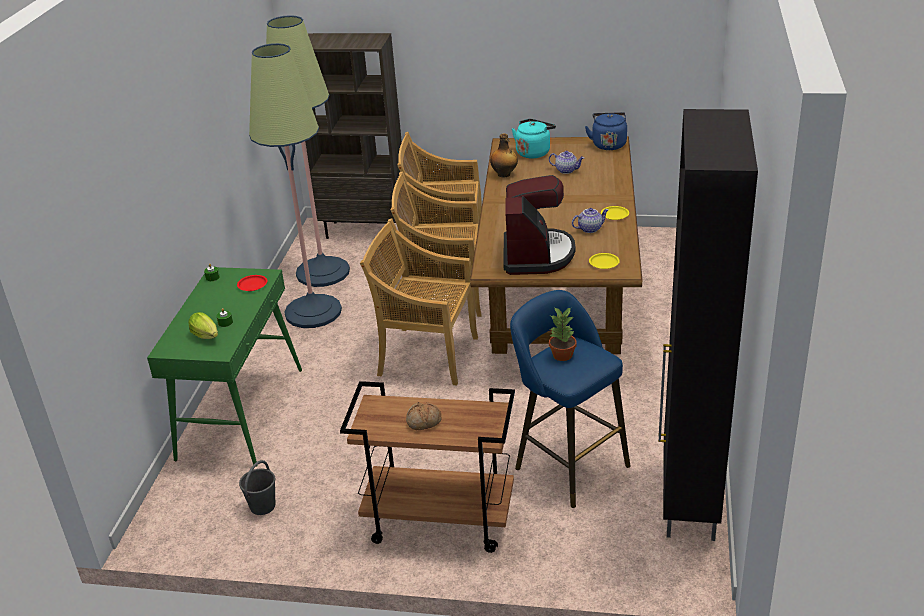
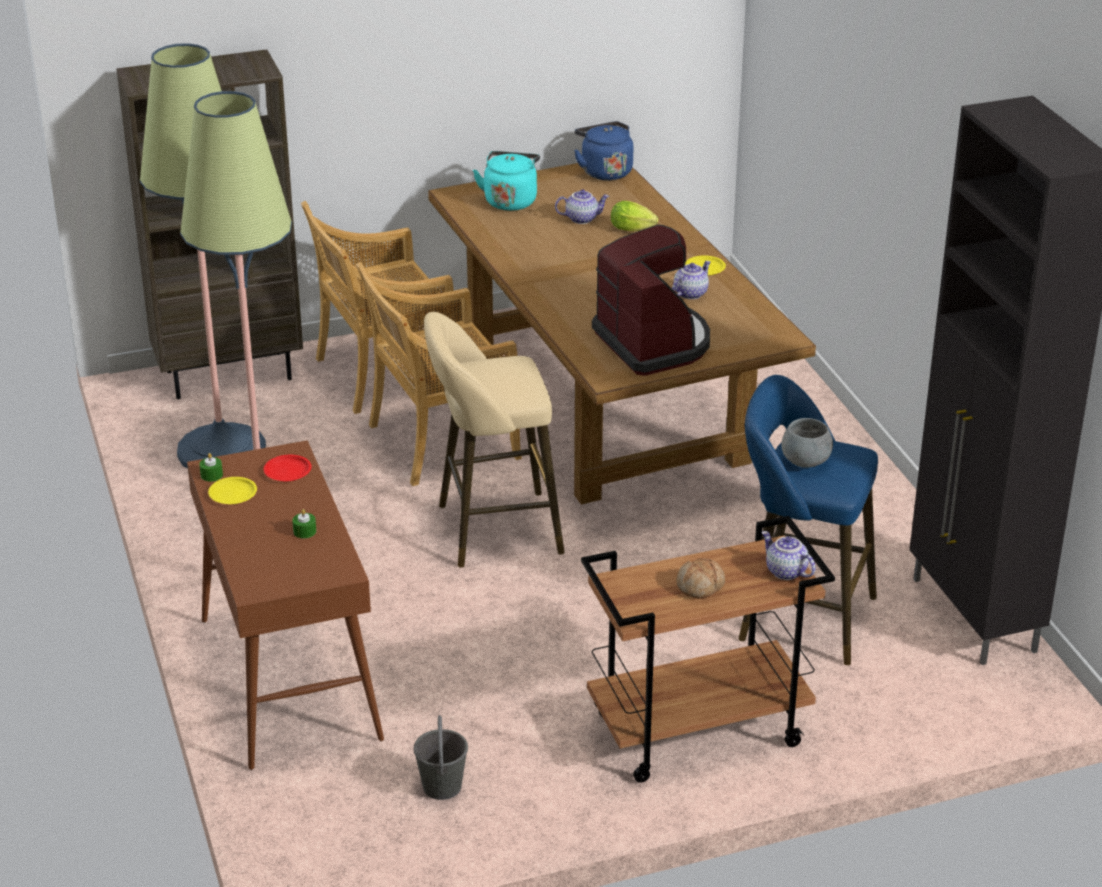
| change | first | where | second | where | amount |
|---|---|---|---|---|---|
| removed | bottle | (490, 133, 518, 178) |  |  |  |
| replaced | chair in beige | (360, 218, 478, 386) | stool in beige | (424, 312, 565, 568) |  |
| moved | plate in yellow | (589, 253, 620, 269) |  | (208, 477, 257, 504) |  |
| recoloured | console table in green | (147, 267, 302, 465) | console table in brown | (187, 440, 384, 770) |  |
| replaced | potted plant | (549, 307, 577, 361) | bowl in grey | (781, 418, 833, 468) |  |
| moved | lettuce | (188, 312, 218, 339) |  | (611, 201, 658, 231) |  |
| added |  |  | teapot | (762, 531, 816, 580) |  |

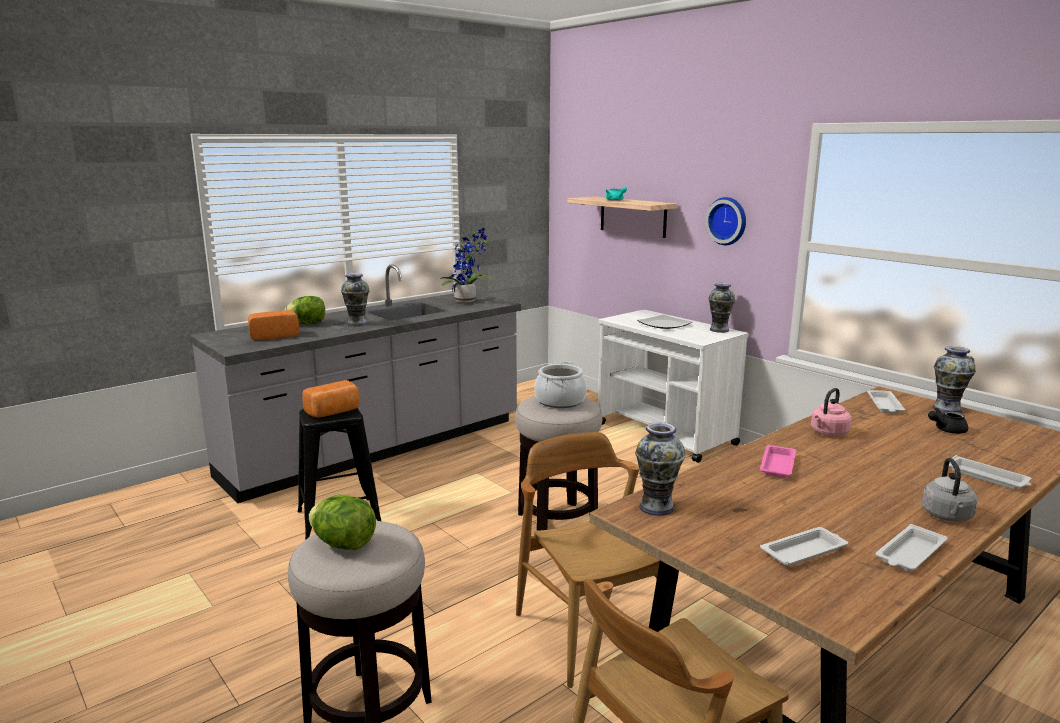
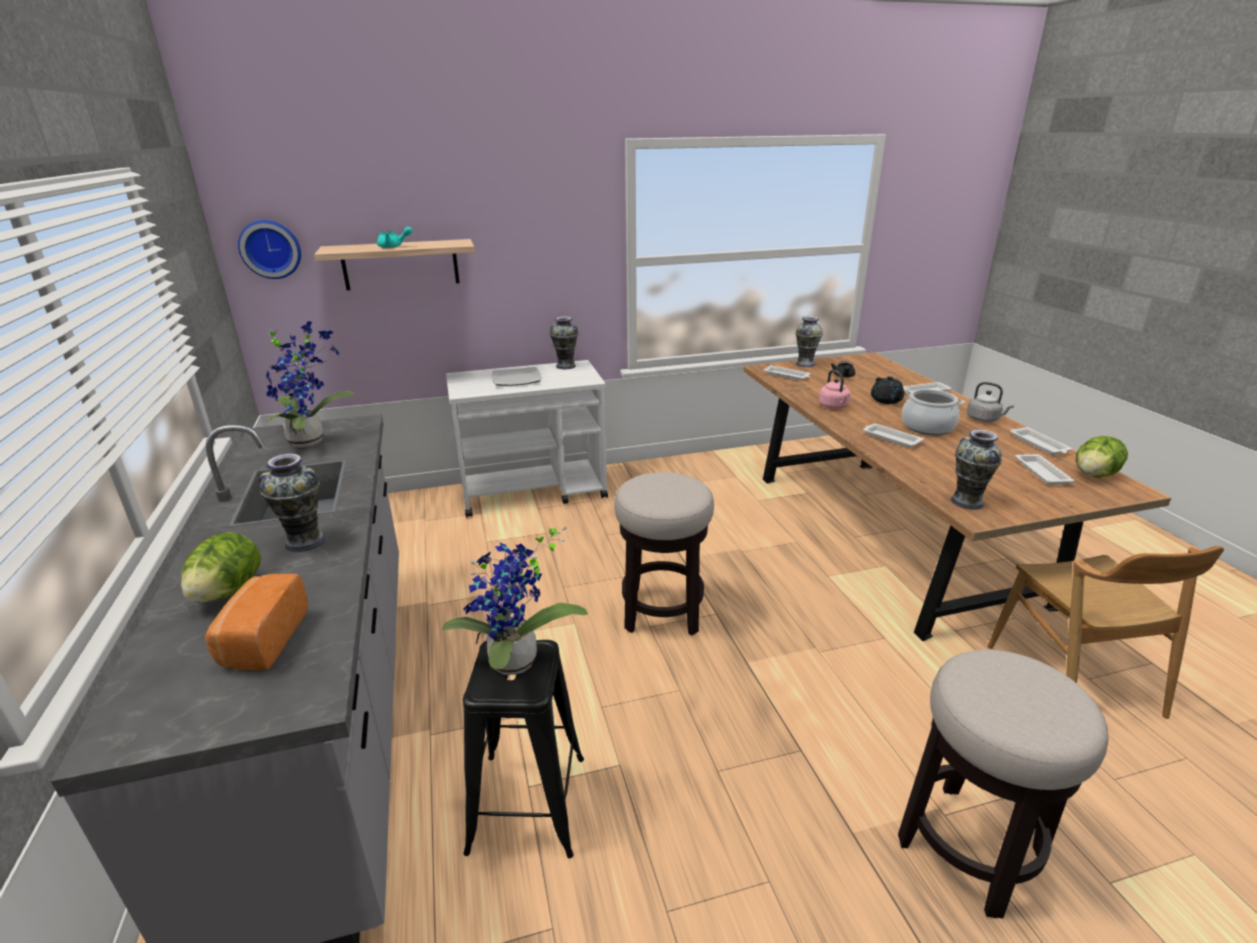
| change | first | where | second | where | amount |
|---|---|---|---|---|---|
| moved | wall clock | (705, 197, 746, 245) |  | (238, 220, 301, 279) |  |
| moved | cooking pot | (534, 361, 587, 408) |  | (902, 388, 965, 435) |  |
| replaced | bread | (302, 380, 360, 418) | potted plant | (442, 526, 588, 675) |  |
| removed | chair in brown | (516, 432, 670, 688) |  |  |  |
| recoloured | tray in pink | (760, 445, 796, 478) | tray in white | (863, 424, 924, 448) |  |
| moved | lettuce | (309, 494, 376, 550) |  | (1076, 436, 1128, 478) |  |
| added |  |  | teapot in black | (871, 376, 904, 404) |  |

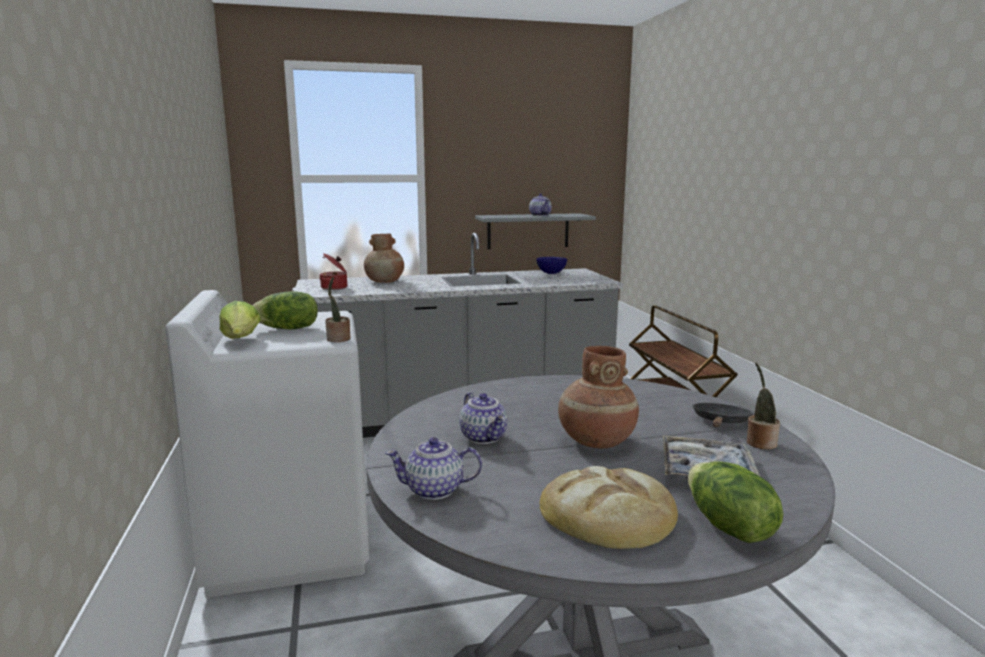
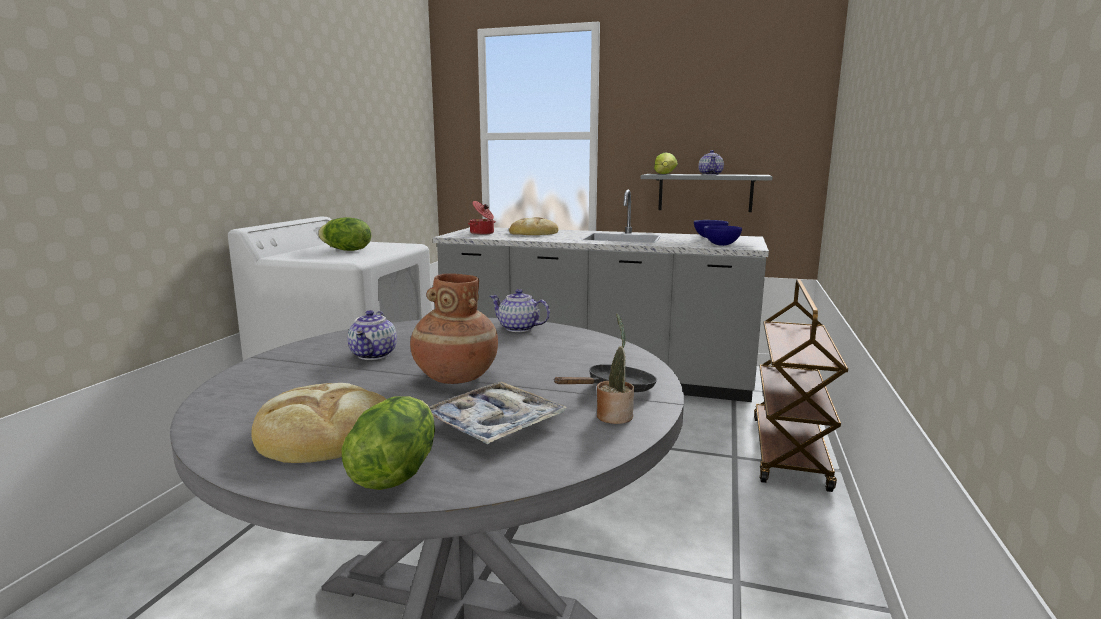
| change | first | where | second | where | amount |
|---|---|---|---|---|---|
| replaced | vase in brown | (364, 234, 404, 283) | bread | (509, 217, 558, 235) |  |
| removed | potted plant | (325, 277, 351, 342) |  |  |  |
| moved | lettuce | (219, 301, 261, 339) |  | (654, 152, 678, 174) |  |
| moved | teapot | (385, 437, 482, 500) |  | (490, 289, 550, 332) |  |
| added |  |  | bowl in blue | (704, 225, 742, 246) |  |

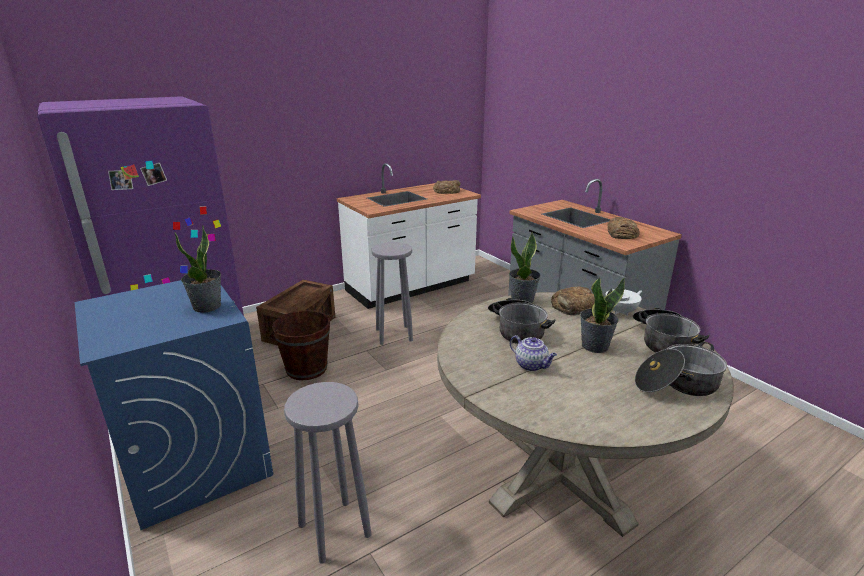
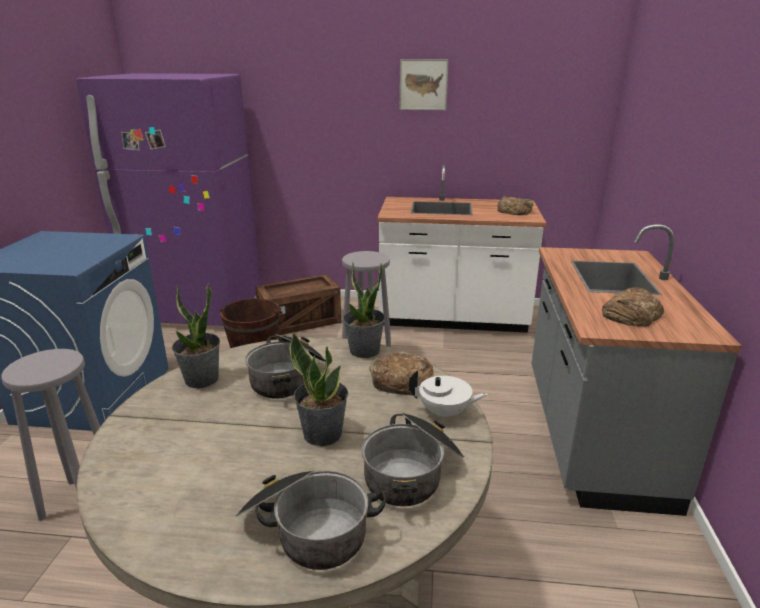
| change | first | where | second | where | amount |
|---|---|---|---|---|---|
| moved | potted plant | (174, 226, 221, 313) |  | (172, 283, 220, 388) |  |
| removed | teapot | (510, 335, 557, 371) |  |  |  |
| added |  |  | picture | (400, 59, 449, 110) |  |

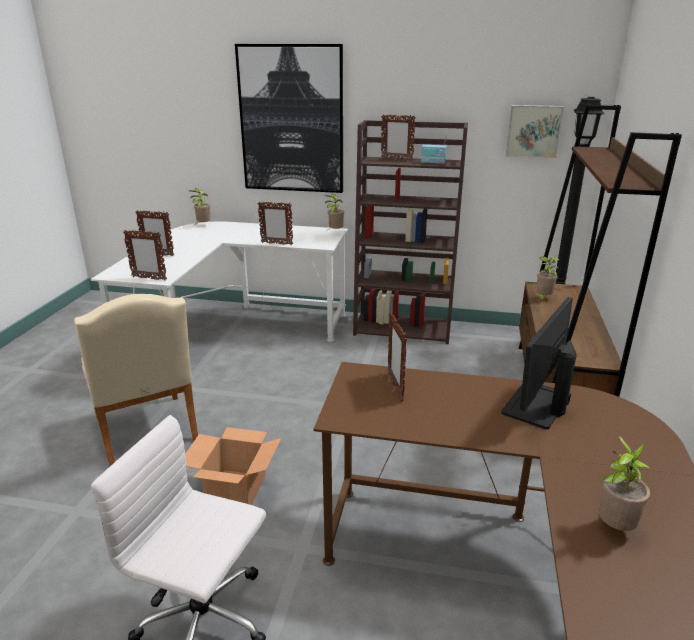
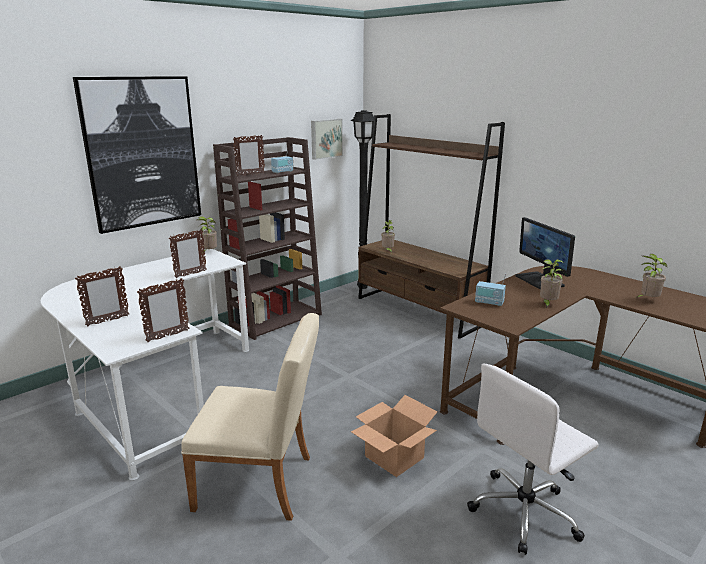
| change | first | where | second | where | amount |
|---|---|---|---|---|---|
| moved | potted plant | (190, 188, 211, 224) |  | (540, 259, 565, 308) |  |
| replaced | picture frame | (388, 311, 407, 401) | radio | (475, 274, 506, 306) |  |

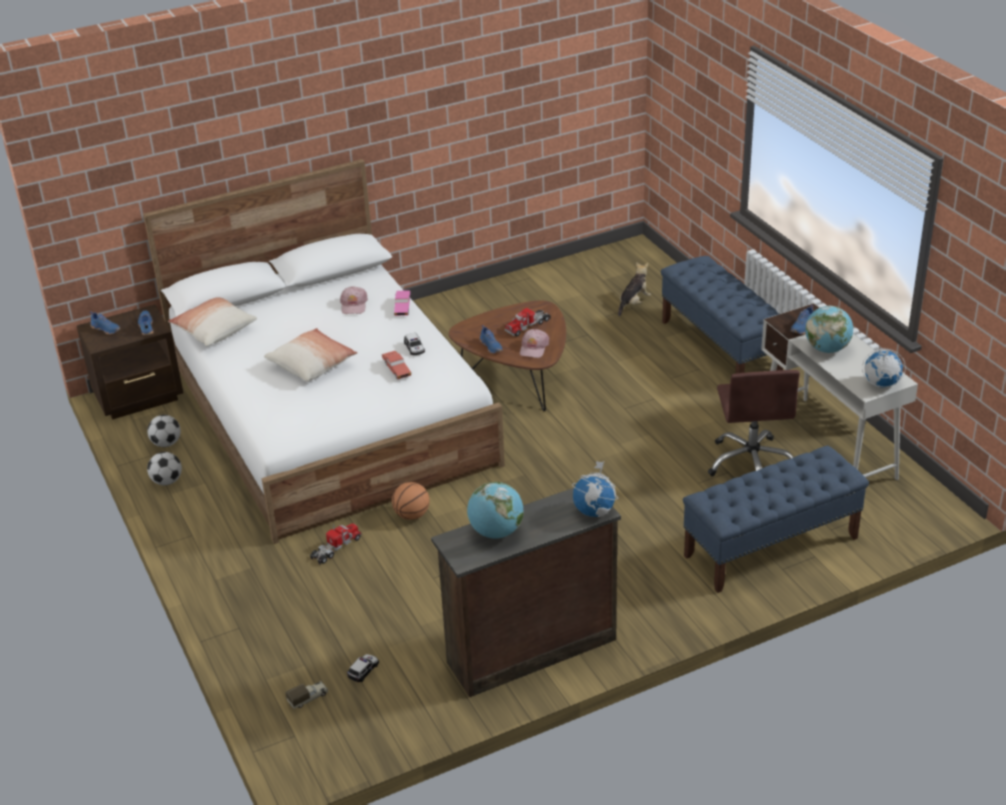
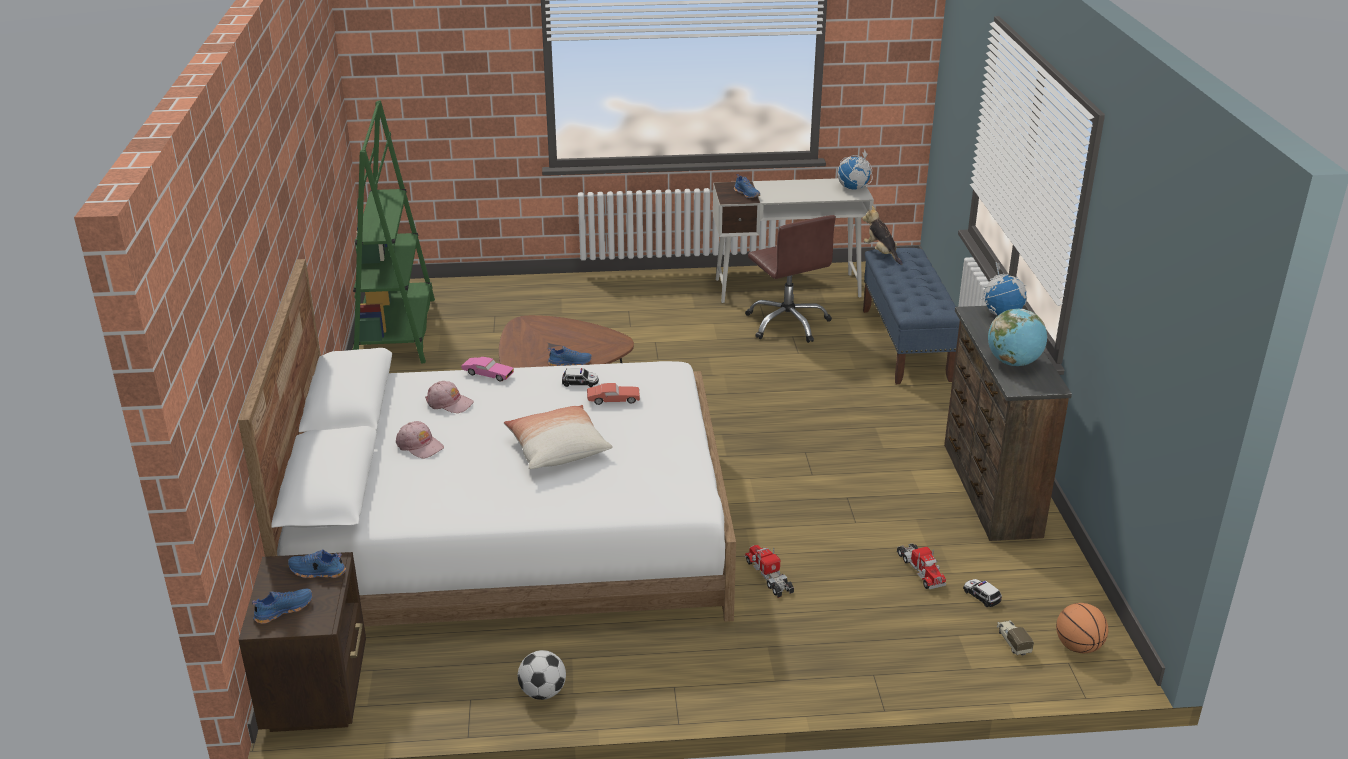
| change | first | where | second | where | amount |
|---|---|---|---|---|---|
| removed | bench in blue | (661, 256, 783, 374) |  |  |  |
| moved | plush toy | (618, 262, 651, 316) |  | (862, 206, 903, 265) |  |
| removed | pillow | (168, 297, 257, 346) |  |  |  |
| removed | globe | (805, 306, 853, 353) |  |  |  |
| moved | toy truck | (505, 308, 550, 337) |  | (897, 543, 946, 589) |  |
| moved | cap in pink | (520, 329, 549, 358) |  | (396, 421, 444, 458) |  |
| turned | office chair in brown | (708, 370, 800, 476) |  | (745, 215, 836, 343) | 45 degrees clockwise |
| removed | football | (147, 415, 181, 447) |  |  |  |
| moved | basketball | (392, 482, 430, 520) |  | (1056, 603, 1108, 653) |  |
| added |  |  | bookcase in green | (353, 100, 435, 364) |  |

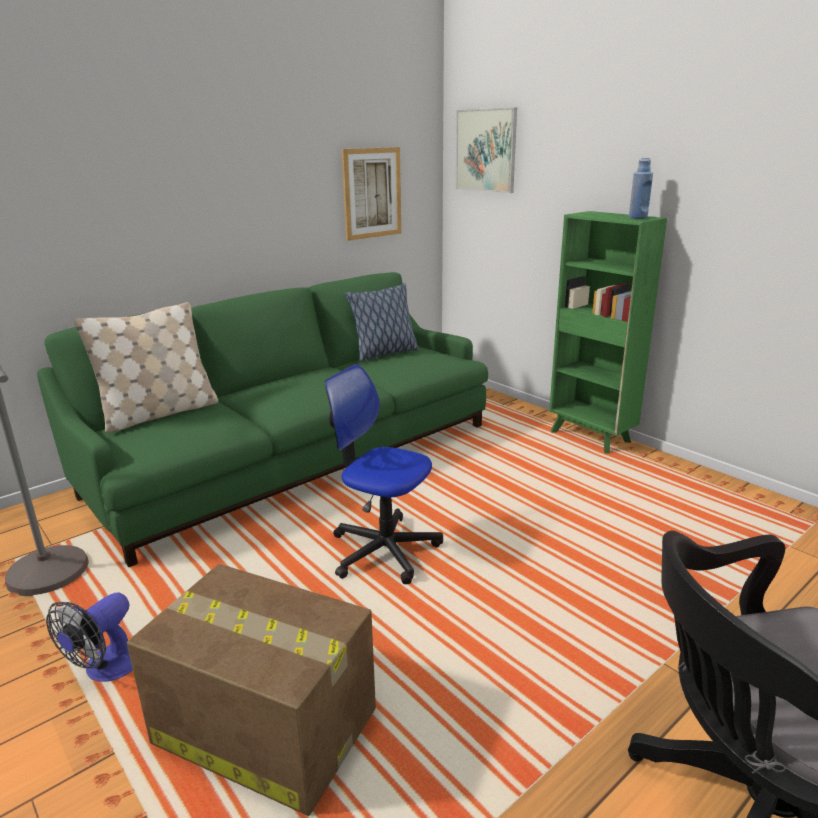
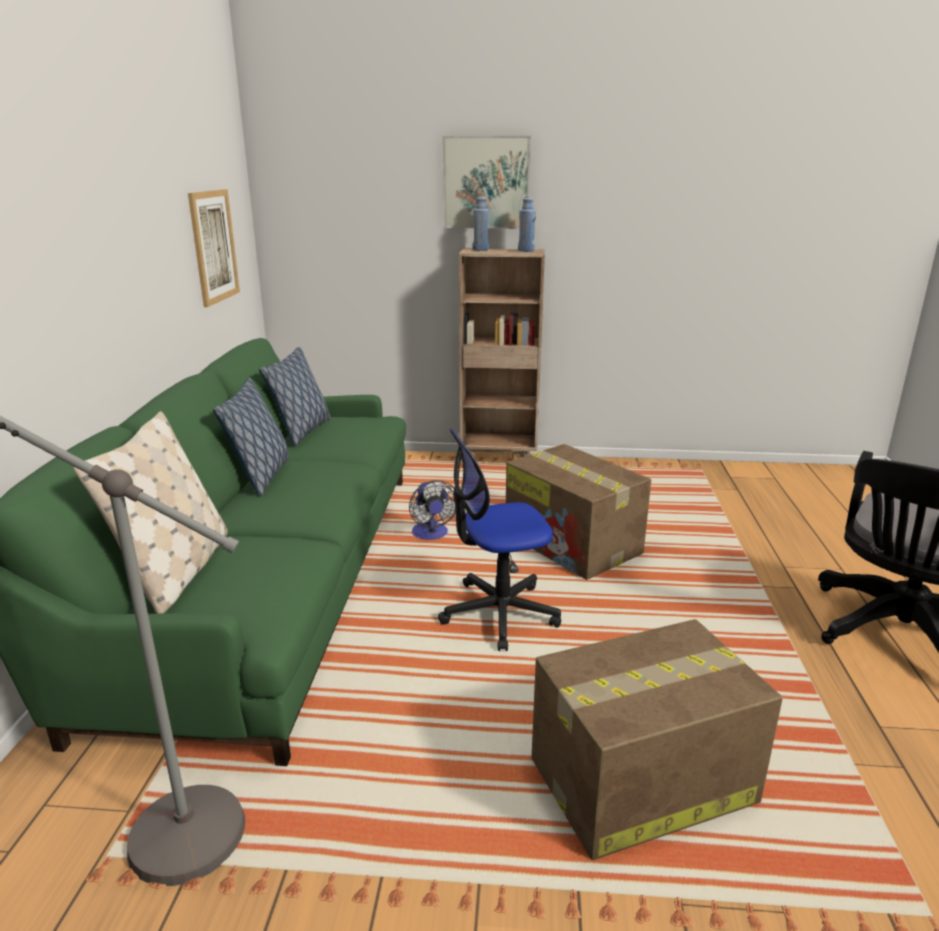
| change | first | where | second | where | amount |
|---|---|---|---|---|---|
| moved | picture | (456, 107, 517, 193) |  | (442, 136, 531, 229) |  |
| recoloured | bookcase in green | (549, 211, 667, 454) | bookcase in brown | (459, 249, 545, 457) |  |
| moved | fan | (46, 592, 133, 682) |  | (409, 480, 456, 540) |  |
| added |  |  | bottle in blue | (472, 196, 489, 251) |  |
| added |  |  | pillow | (213, 378, 290, 496) |  |
| added |  |  | cardboard box | (506, 444, 651, 580) |  |

